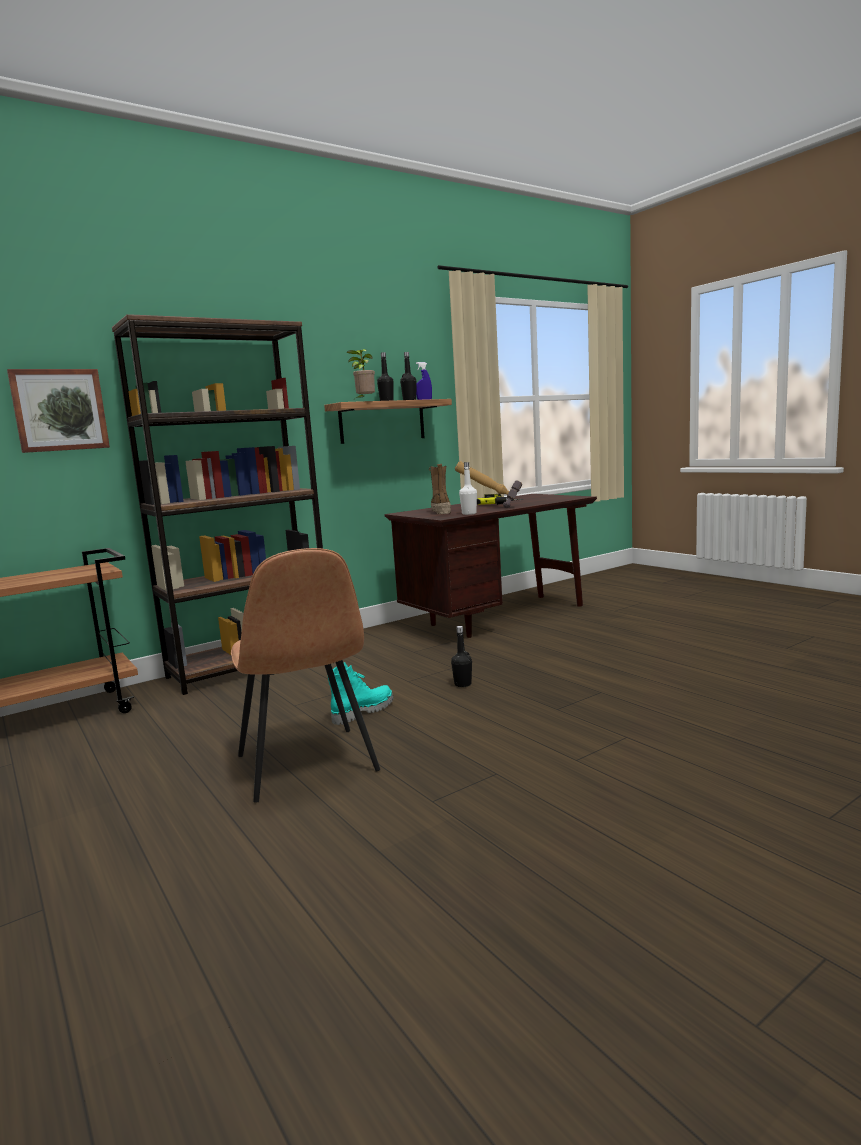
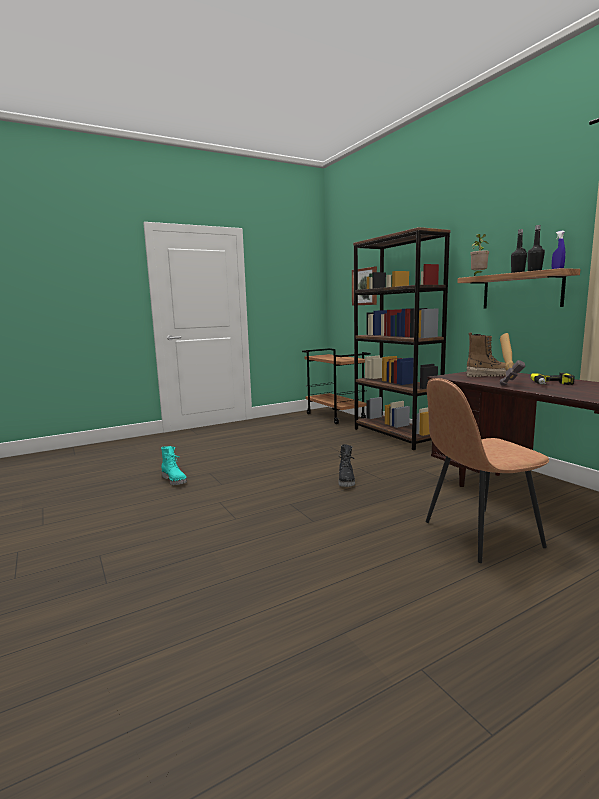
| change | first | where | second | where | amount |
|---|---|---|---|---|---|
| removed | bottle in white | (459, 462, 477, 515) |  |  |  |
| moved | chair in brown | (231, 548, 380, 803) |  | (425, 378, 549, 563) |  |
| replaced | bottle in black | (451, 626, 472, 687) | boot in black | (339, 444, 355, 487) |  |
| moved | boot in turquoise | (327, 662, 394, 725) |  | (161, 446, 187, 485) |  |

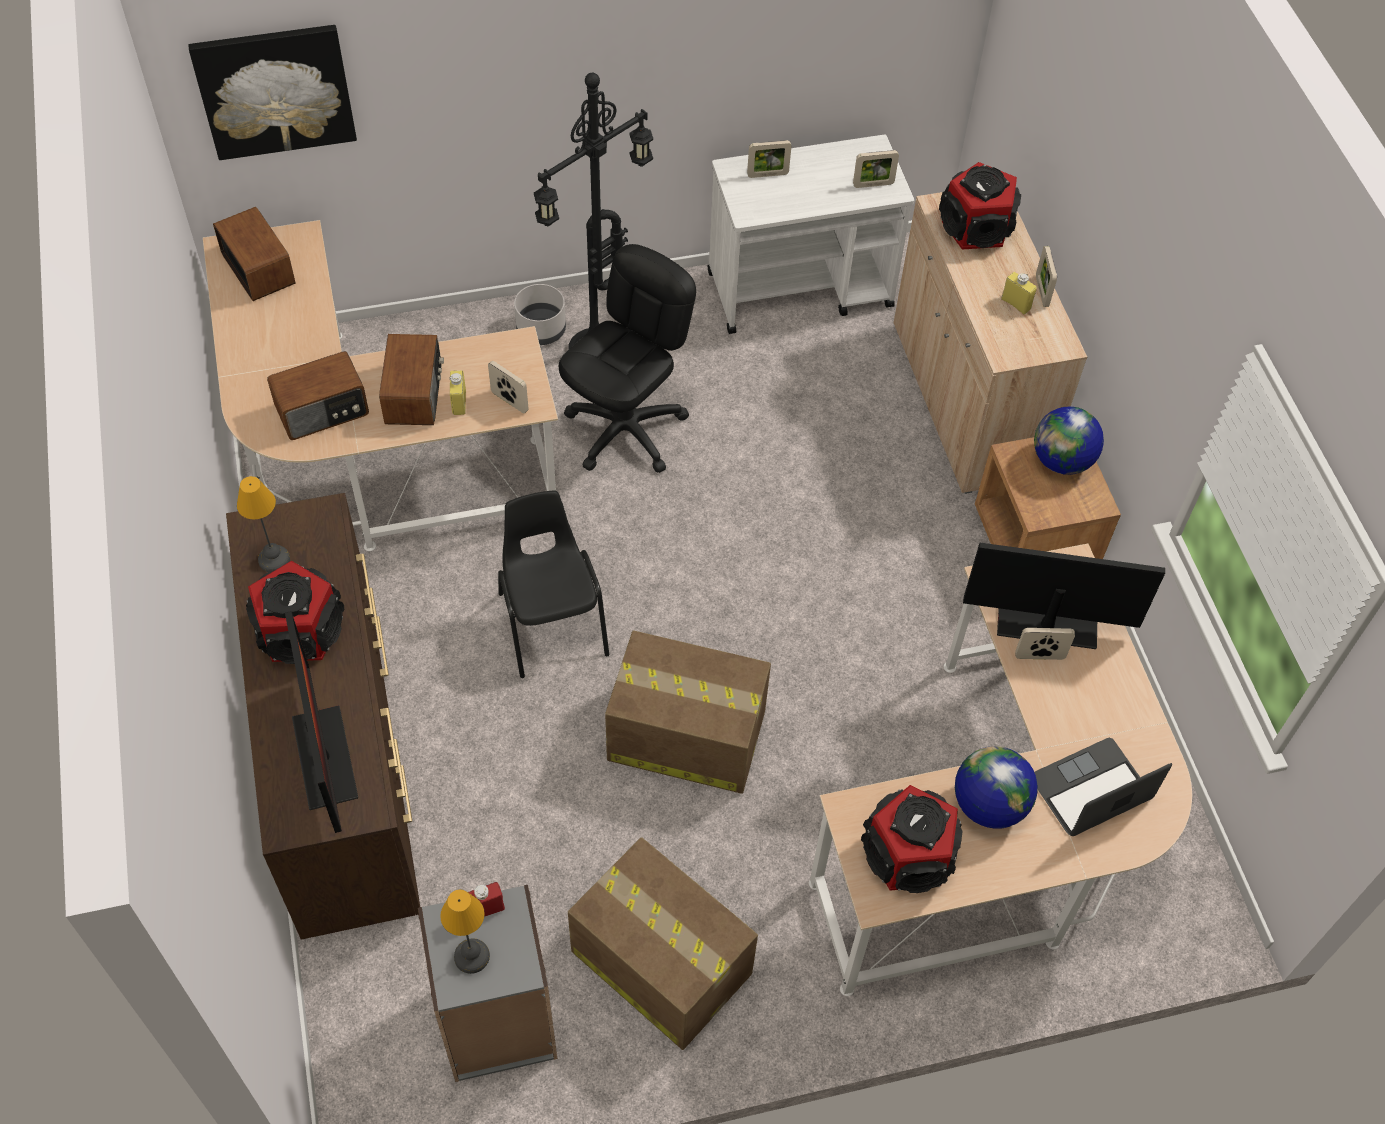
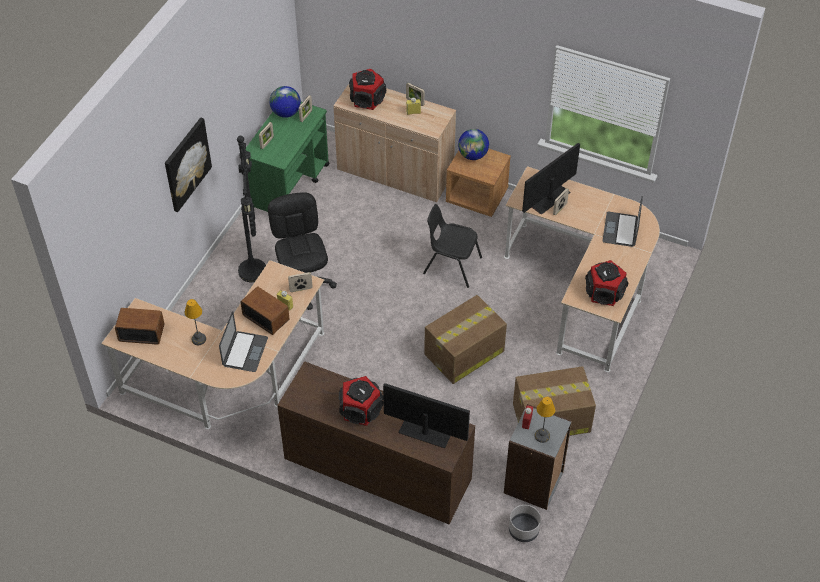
| change | first | where | second | where | amount |
|---|---|---|---|---|---|
| moved | picture | (188, 25, 357, 160) |  | (165, 117, 212, 212) |  |
| recoloured | cart in white | (707, 135, 914, 334) | cart in green | (245, 102, 329, 212) |  |
| moved | planter in grey | (514, 284, 566, 345) |  | (509, 505, 541, 542) |  |
| replaced | radio | (267, 351, 369, 440) | laptop | (219, 311, 268, 372) |  |
| moved | table lamp | (237, 476, 290, 572) |  | (185, 299, 206, 345) |  |
| moved | chair in black | (498, 490, 609, 678) |  | (423, 204, 482, 288) |  |
| moved | globe | (955, 746, 1038, 829) |  | (269, 86, 301, 118) |  |

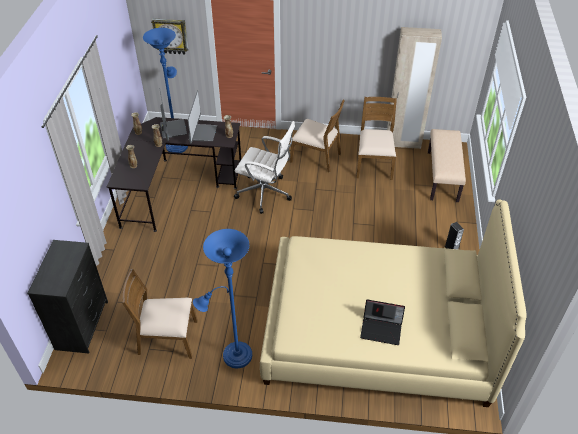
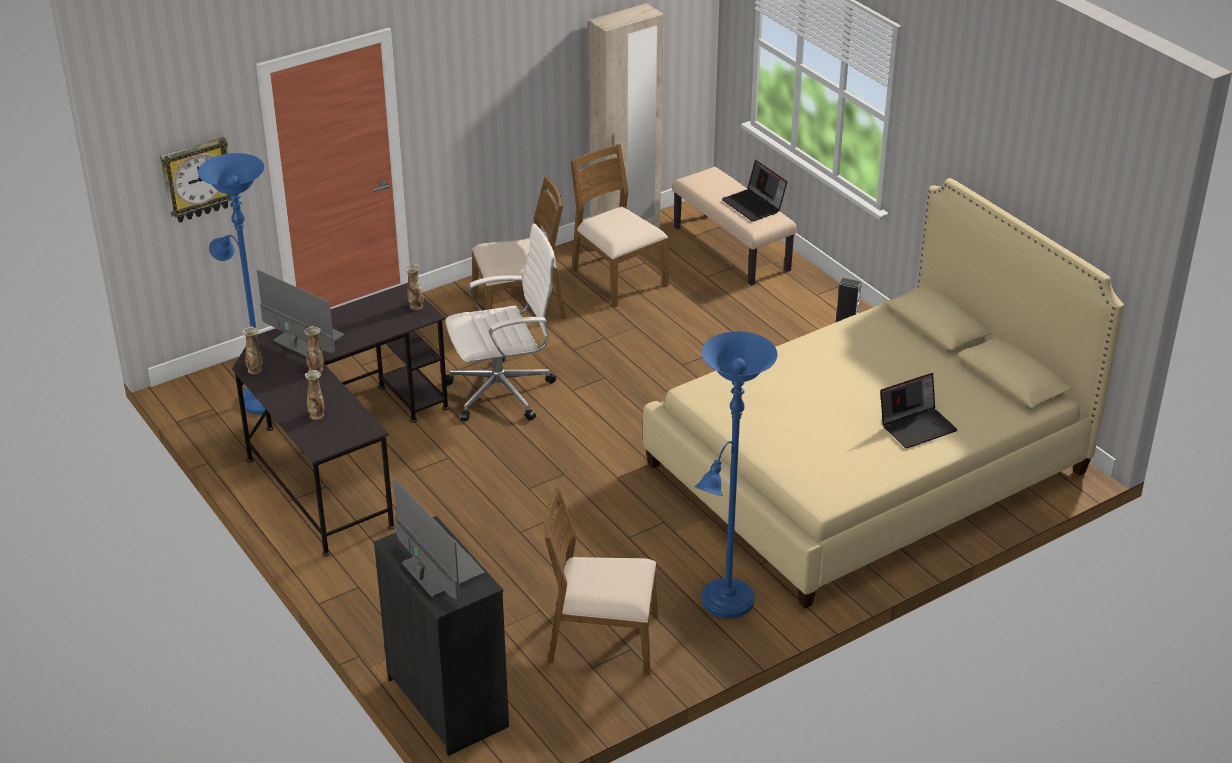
| change | first | where | second | where | amount |
|---|---|---|---|---|---|
| moved | monitor | (188, 90, 217, 144) |  | (393, 477, 485, 599) |  |
| turned | chair in brown | (122, 269, 198, 359) |  | (544, 488, 658, 675) | 45 degrees clockwise |
| added |  |  | laptop | (722, 160, 787, 222) |  |

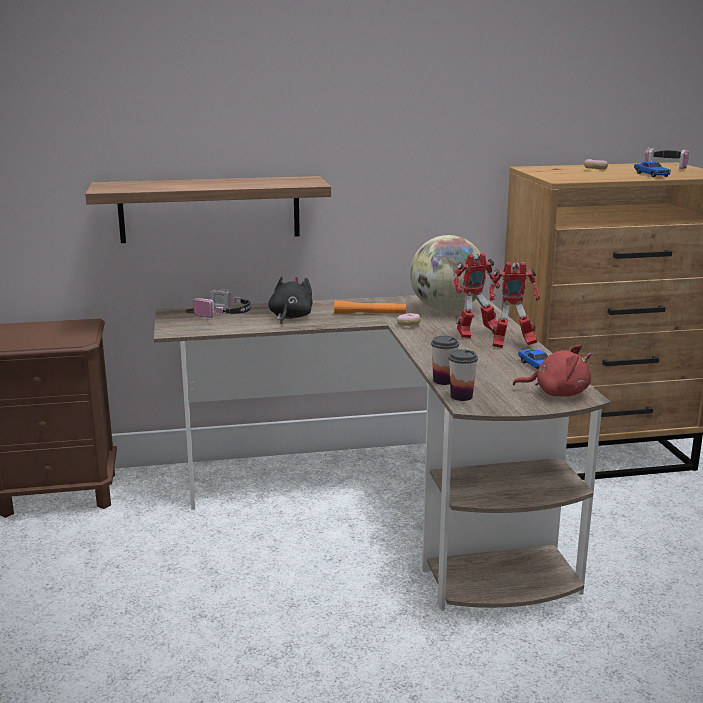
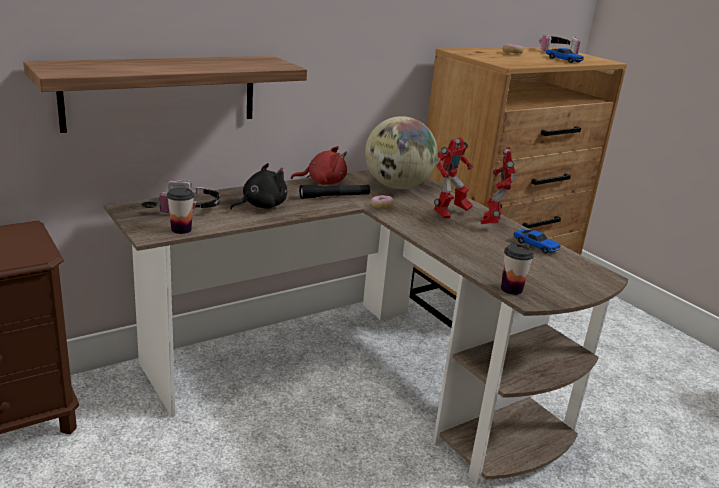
| change | first | where | second | where | amount |
|---|---|---|---|---|---|
| turned | toy robot | (489, 262, 540, 348) |  | (480, 147, 516, 224) | 120 degrees clockwise |
| turned | plush toy in black | (268, 277, 313, 324) |  | (230, 163, 287, 210) | 60 degrees clockwise |
| recoloured | flashlight in orange | (334, 300, 406, 314) | flashlight in black | (299, 185, 370, 199) |  |
| moved | cup | (431, 336, 459, 385) |  | (167, 187, 194, 234) |  |
| moved | plush toy in red | (513, 345, 591, 396) |  | (291, 146, 347, 185) |  |

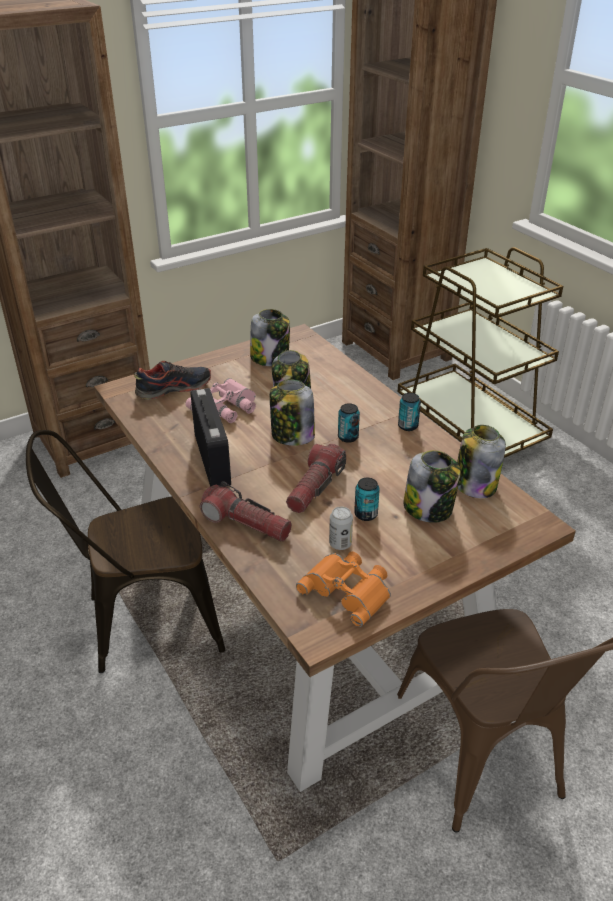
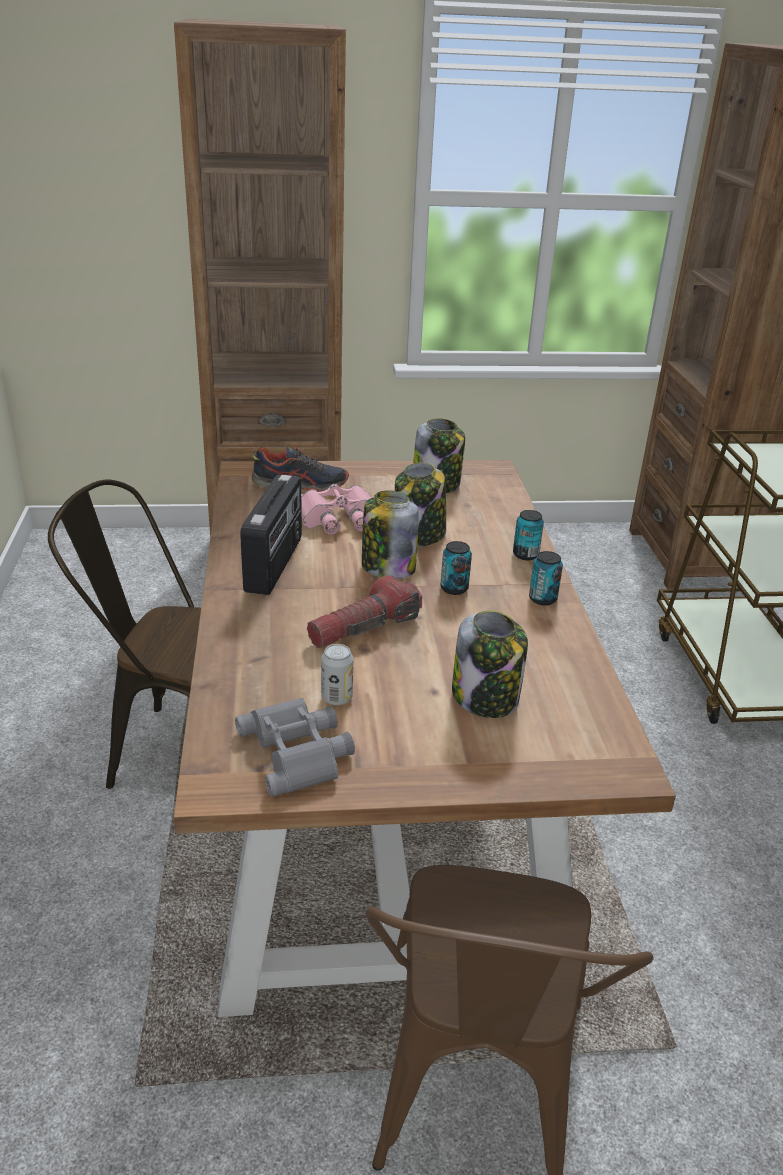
| change | first | where | second | where | amount |
|---|---|---|---|---|---|
| removed | jar | (457, 425, 506, 498) |  |  |  |
| moved | can | (354, 478, 380, 521) |  | (513, 510, 544, 560) |  |
| removed | flashlight | (200, 481, 292, 542) |  |  |  |
| recoloured | binoculars in orange | (296, 551, 391, 627) | binoculars in grey | (235, 698, 355, 797) |  |

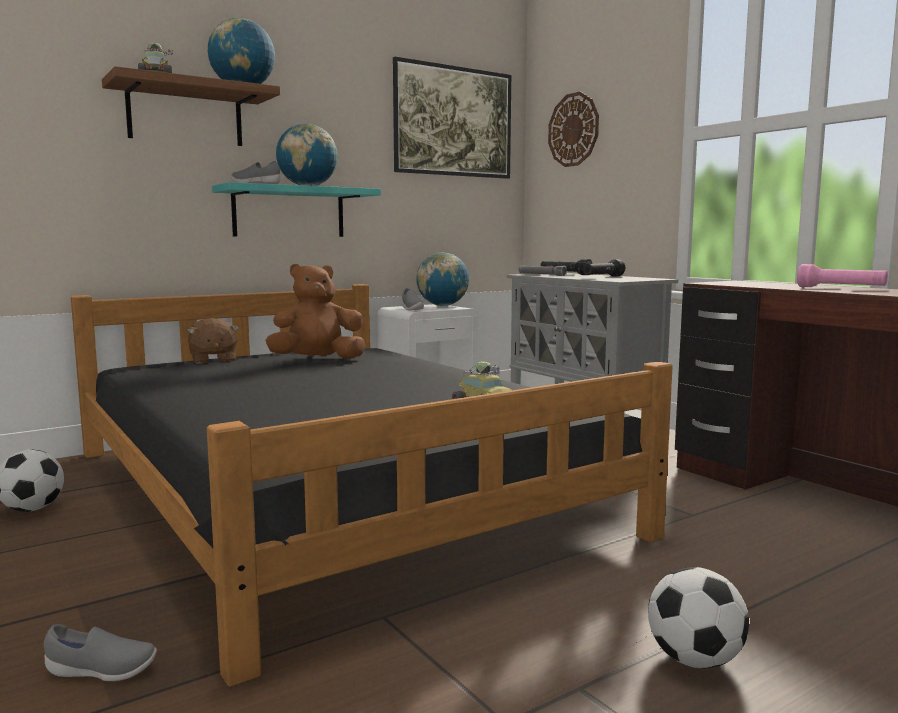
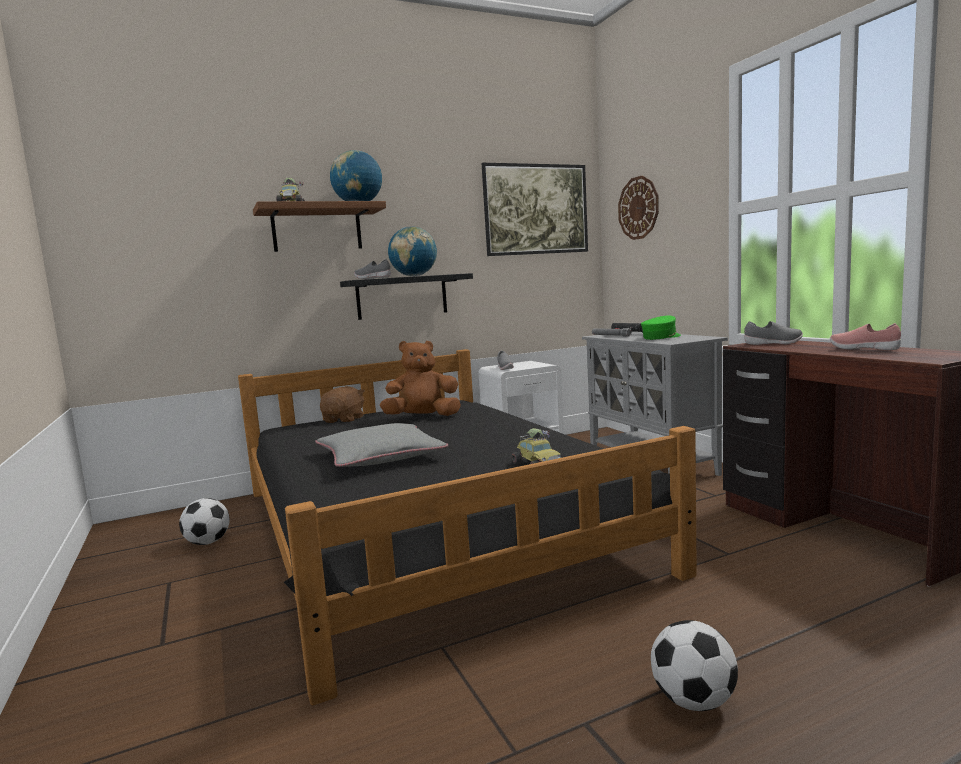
| change | first | where | second | where | amount |
|---|---|---|---|---|---|
| recoloured | shelf in turquoise | (212, 182, 381, 237) | shelf in black | (340, 273, 473, 320) |  |
| removed | globe | (416, 253, 469, 306) |  |  |  |
| replaced | flashlight in black | (583, 259, 625, 277) | cap in green | (641, 316, 681, 340) |  |
| replaced | flashlight in pink | (797, 264, 888, 287) | shoe in pink | (830, 323, 901, 350) |  |
| turned | plush toy in brown | (187, 318, 240, 364) |  | (320, 386, 365, 423) | 150 degrees counterclockwise |
| moved | shoe in grey | (44, 624, 157, 681) |  | (744, 321, 803, 345) |  |
| added |  |  | pillow in grey | (315, 423, 448, 467) |  |

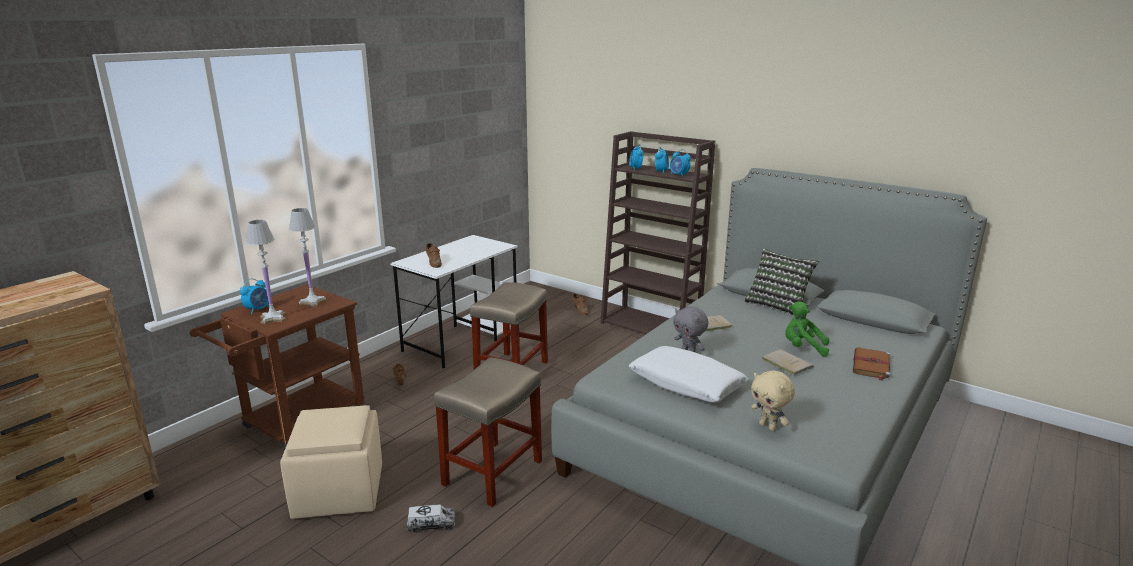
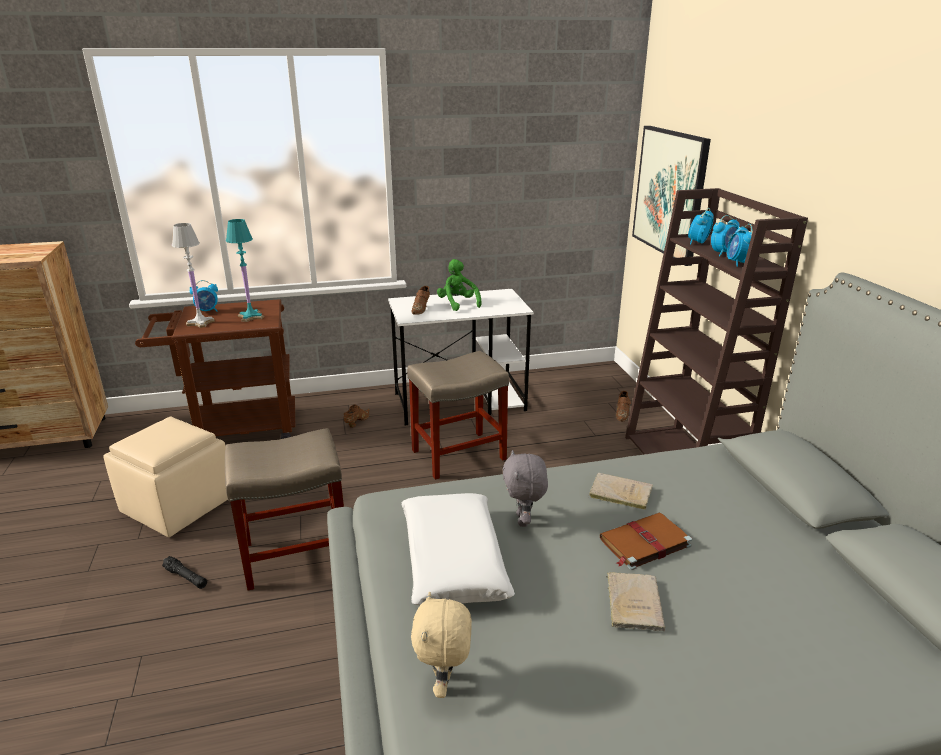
| change | first | where | second | where | amount |
|---|---|---|---|---|---|
| recoloured | table lamp in white | (289, 208, 327, 307) | table lamp in turquoise | (226, 219, 264, 322) |  |
| removed | pillow | (744, 248, 819, 316) |  |  |  |
| moved | plush toy in green | (785, 302, 829, 357) |  | (437, 259, 482, 311) |  |
| moved | book in brown | (853, 348, 891, 381) |  | (600, 513, 692, 570) |  |
| replaced | toy truck | (407, 505, 455, 533) | flashlight in black | (162, 556, 207, 589) |  |
| added |  |  | picture | (632, 126, 711, 266) |  |

